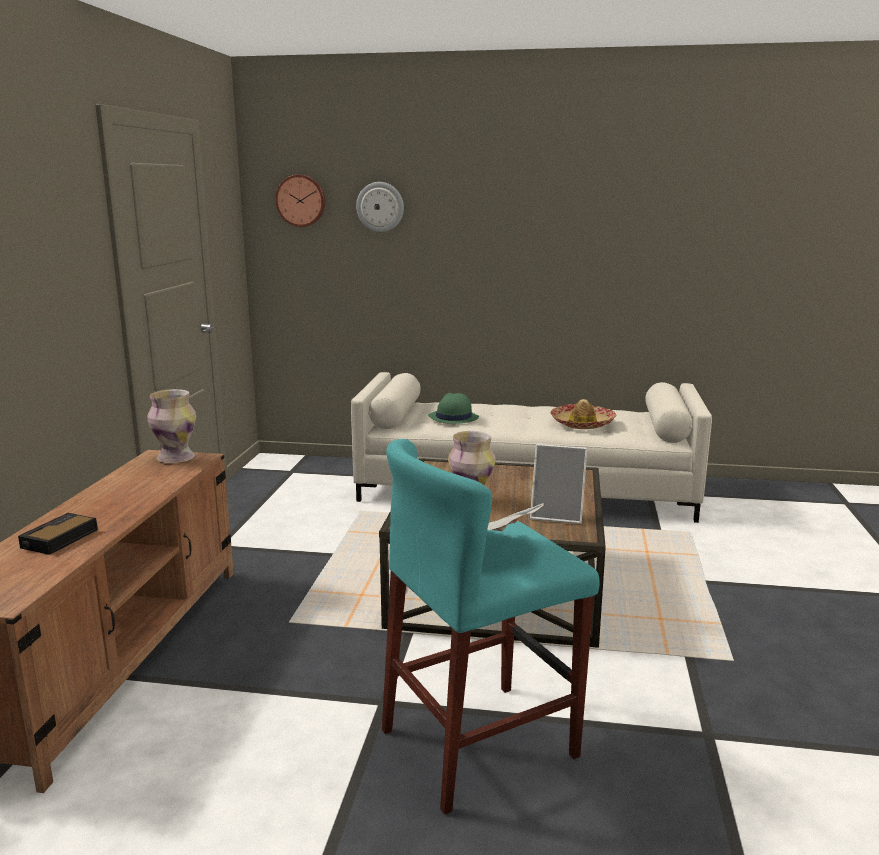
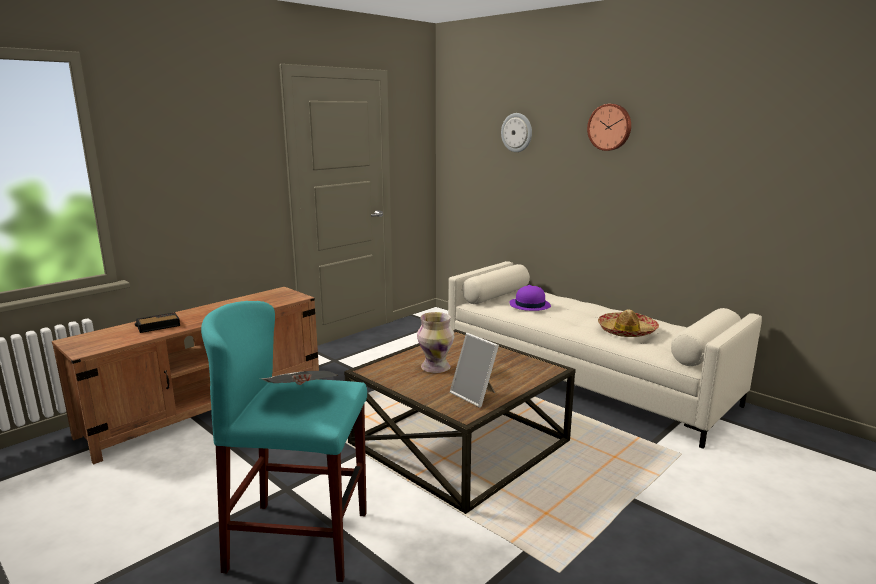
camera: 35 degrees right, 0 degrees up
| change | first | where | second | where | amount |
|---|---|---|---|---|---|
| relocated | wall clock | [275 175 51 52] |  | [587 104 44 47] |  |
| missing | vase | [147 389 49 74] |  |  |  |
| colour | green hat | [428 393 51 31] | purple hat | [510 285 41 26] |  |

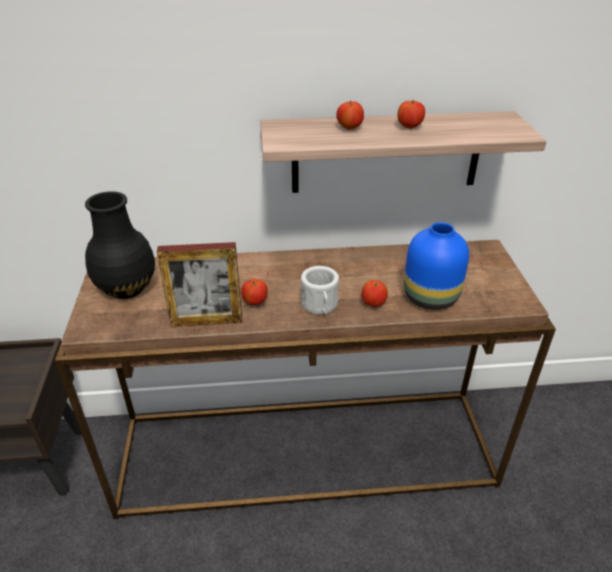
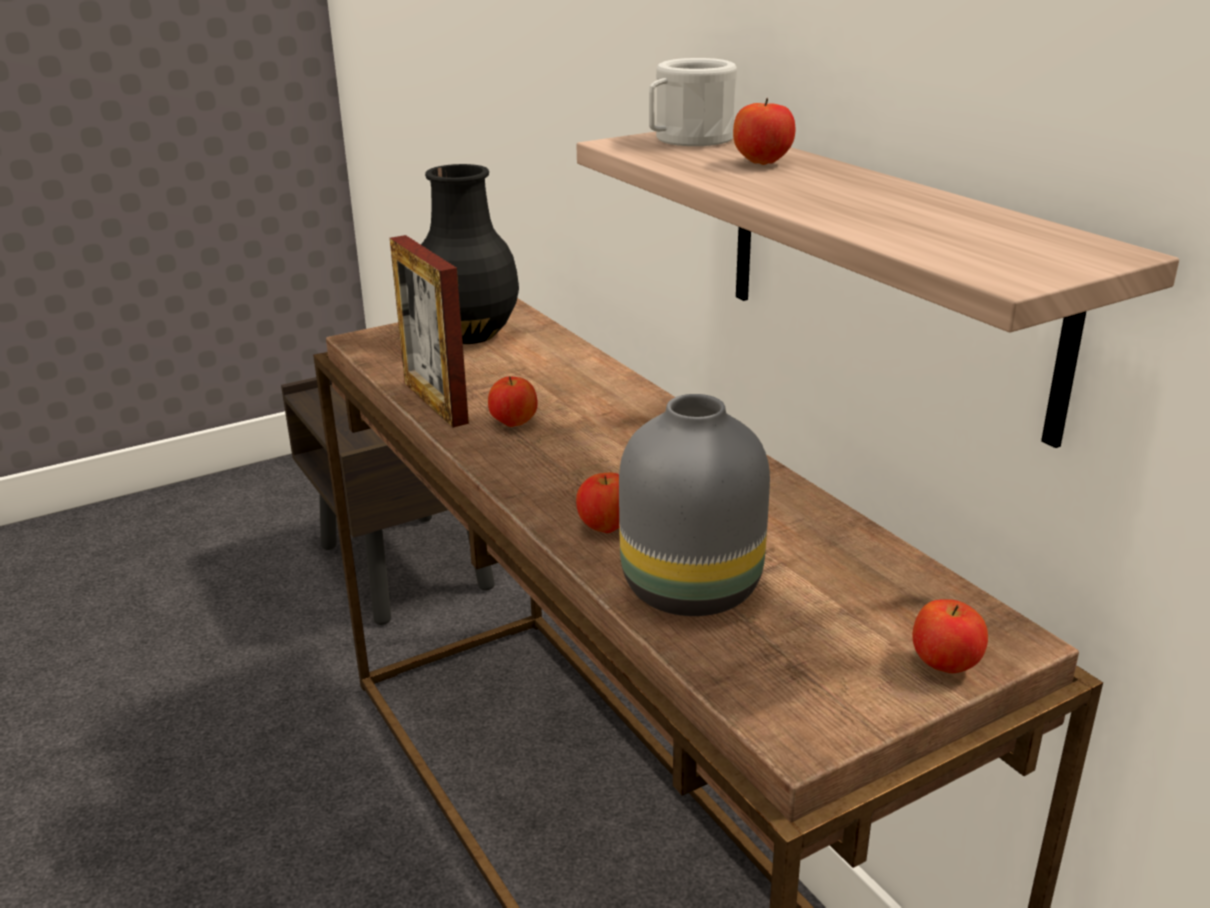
camera: 65 degrees right, 10 degrees down
| change | first | where | second | where | amount |
|---|---|---|---|---|---|
| relocated | apple | [397 99 28 30] |  | [913 599 75 74] |  |
| colour | blue vase | [404 222 65 88] | grey vase | [619 394 151 222] |  |
| relocated | white mug | [301 266 38 48] |  | [649 58 88 88] |  |

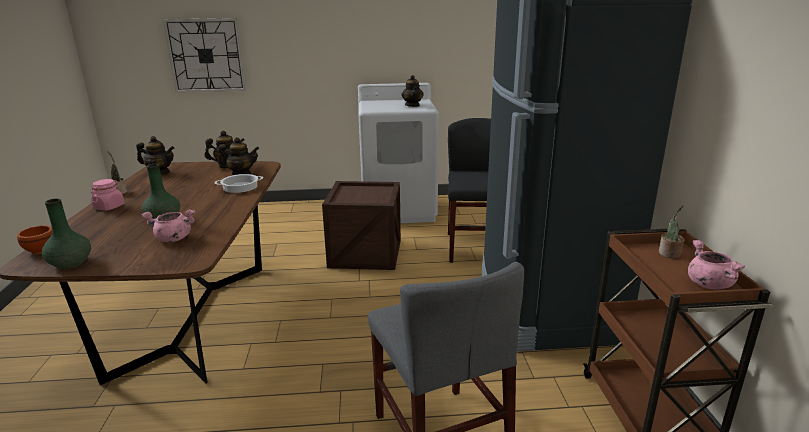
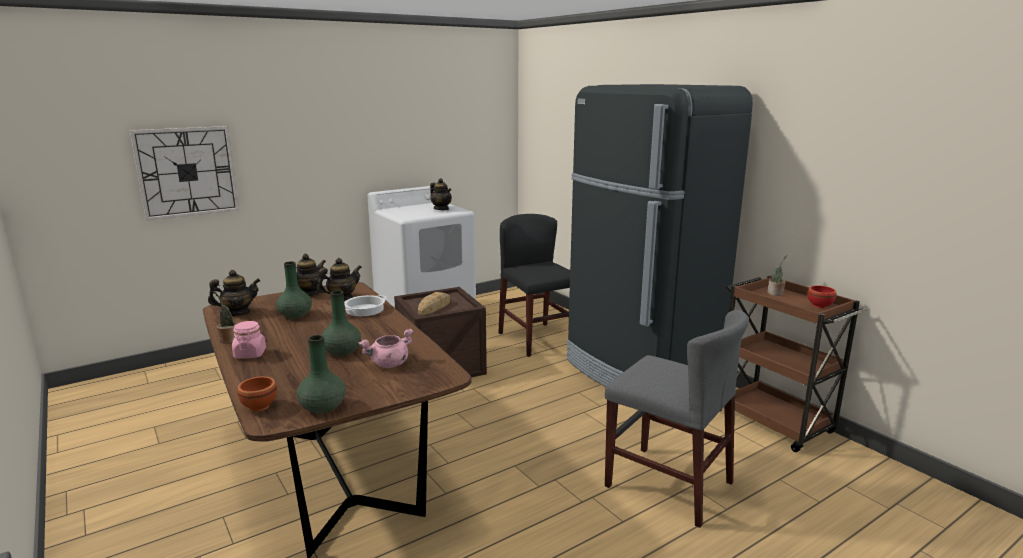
camera: 30 degrees left, 5 degrees down
| change | first | where | second | where | amount |
|---|---|---|---|---|---|
| exchanged | pink cooking pot | [688 240 57 49] | red bowl | [807 285 29 24] |  |
| appeared |  |  | green vase | [276 261 36 58] |  |
| appeared |  |  | bread | [418 292 32 23] |  |

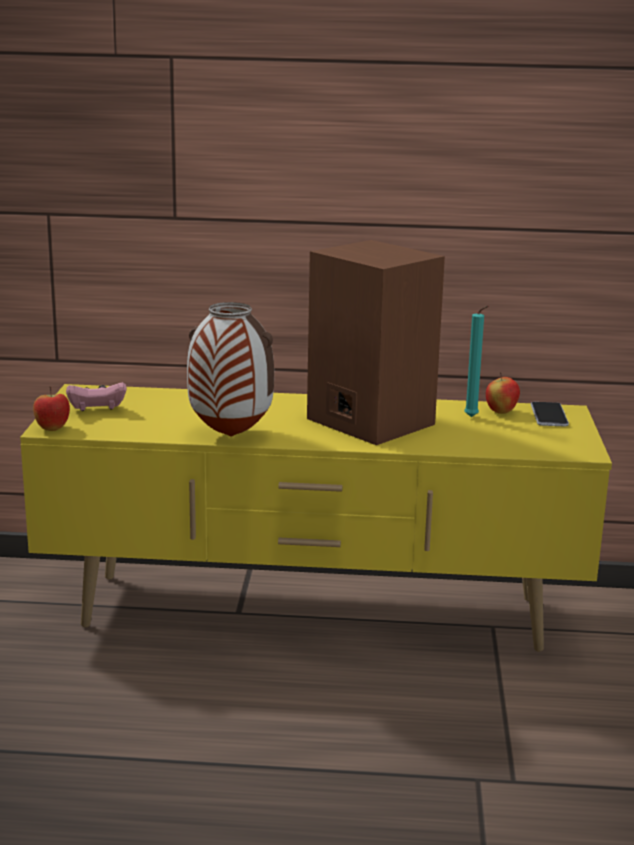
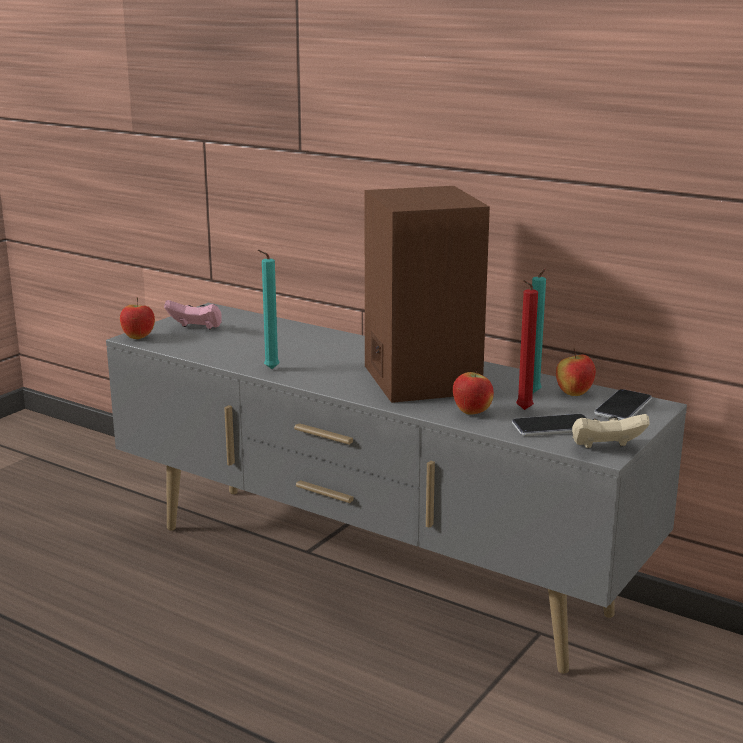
camera: 30 degrees right, 0 degrees up
| change | first | where | second | where | amount |
|---|---|---|---|---|---|
| exchanged | vase | [187 302 87 134] | turquoise candle | [258 250 21 119] |  |
| colour | yellow tv stand | [20 384 592 268] | grey tv stand | [106 303 581 371] |  |
| appeared |  |  | red candle | [516 280 22 130] |  |
| appeared |  |  | apple | [453 366 41 49] |  |
| appeared |  |  | phone | [512 414 74 22] |  |
| appeared |  |  | beige game controller | [572 414 78 35] |  |

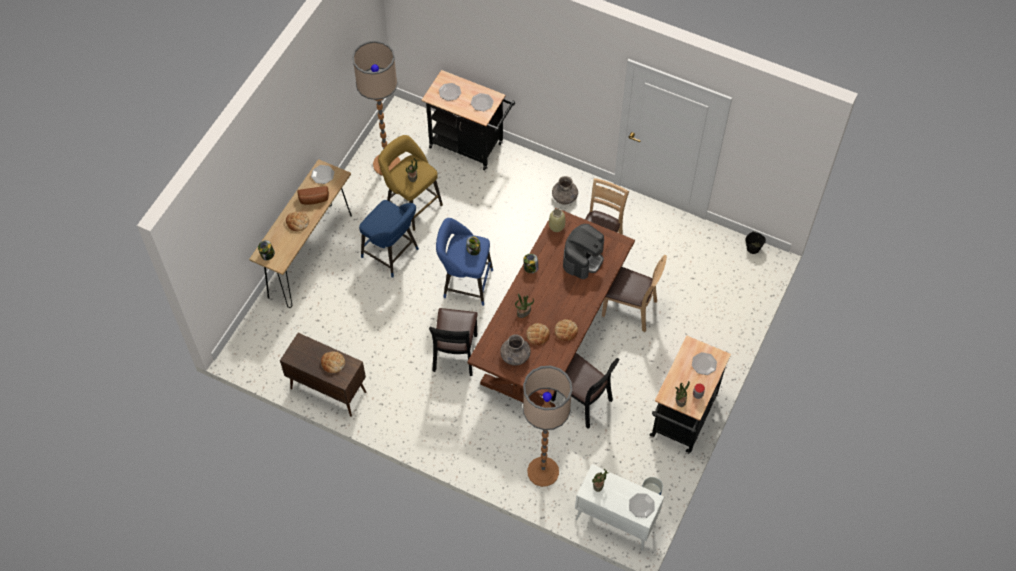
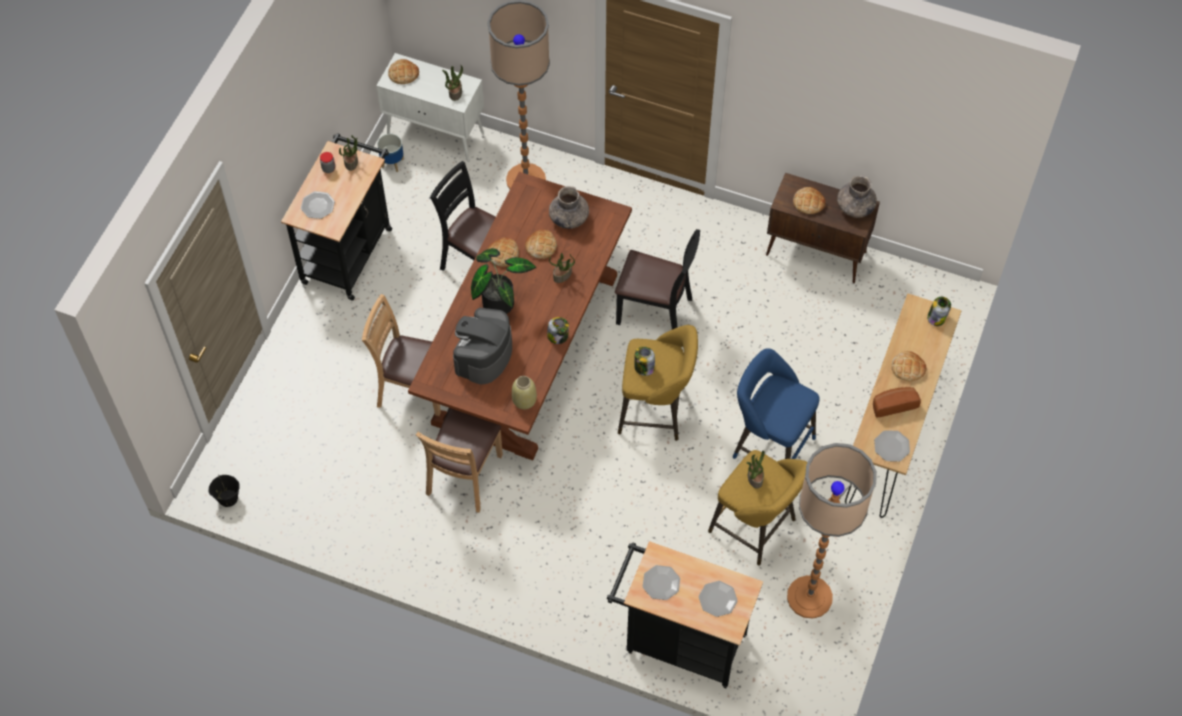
camera: 175 degrees right, 0 degrees up
| change | first | where | second | where | amount |
|---|---|---|---|---|---|
| relocated | grey vase | [552 176 26 28] |  | [837 175 40 43] |  |
| colour | blue stool | [436 218 57 88] | yellow stool | [618 325 80 116] |  |
| spun | black chair | [429 308 49 68] |  | [615 229 85 100] | 105 degrees clockwise |
| exchanged | plate | [629 493 26 25] | bread | [388 59 31 25] |  |
| appeared |  |  | potted plant | [471 248 65 66] |  |

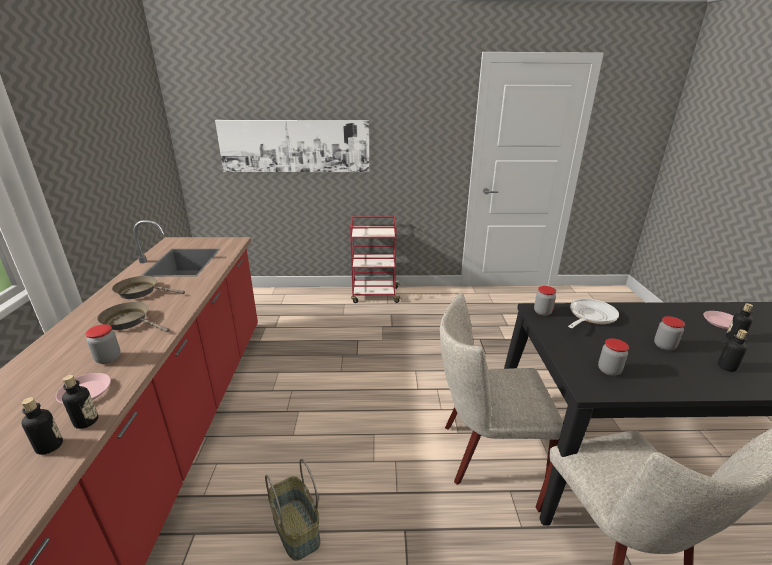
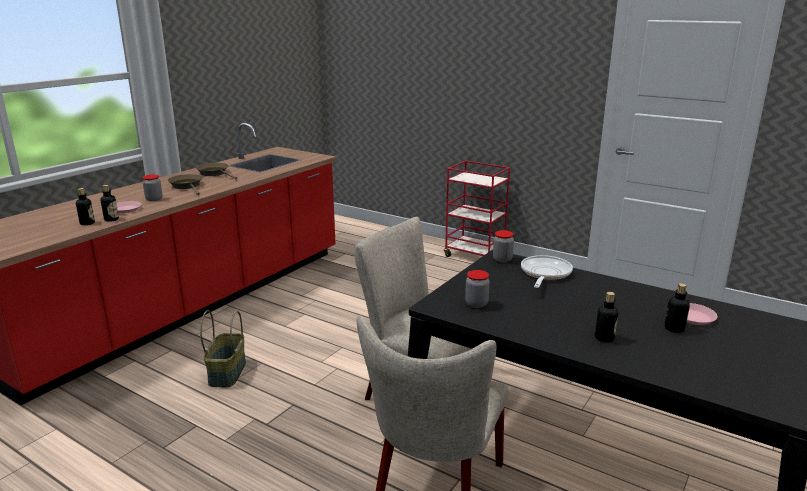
camera: 35 degrees right, 5 degrees down
| change | first | where | second | where | amount |
|---|---|---|---|---|---|
| missing | picture | [215 120 155 52] |  |  |  |
| spun | frying pan | [568 299 51 29] |  | [521 255 52 33] | 60 degrees counterclockwise |
| missing | jar | [654 316 31 35] |  |  |  |

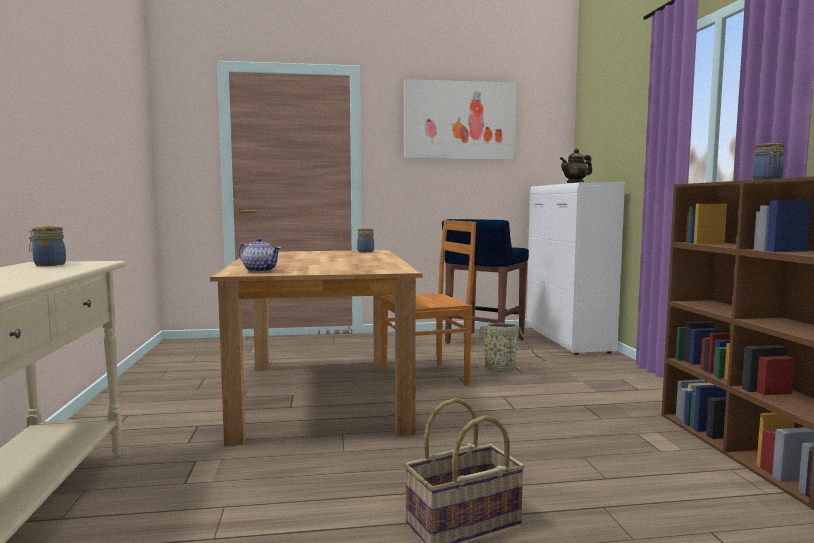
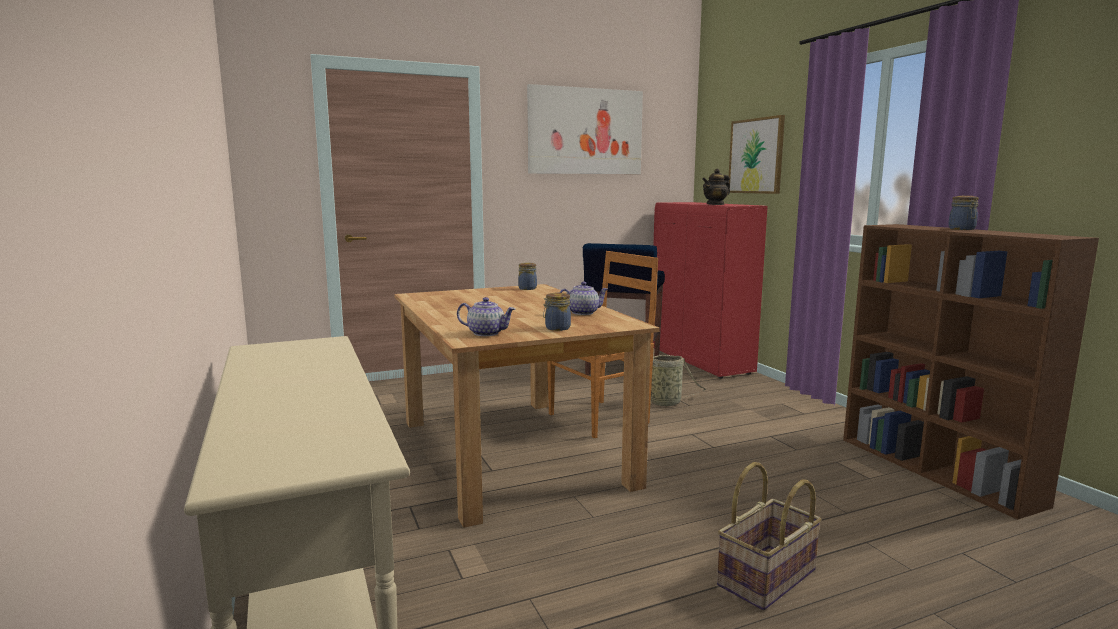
camera: 15 degrees left, 5 degrees up
| change | first | where | second | where | amount |
|---|---|---|---|---|---|
| colour | white cabinet | [527 182 98 173] | red cabinet | [653 202 115 176] |  |
| relocated | jar | [29 226 37 40] |  | [543 292 28 39] |  |
| appeared |  |  | picture | [729 115 56 79] |  |
| appeared |  |  | teapot | [559 282 49 33] |  |

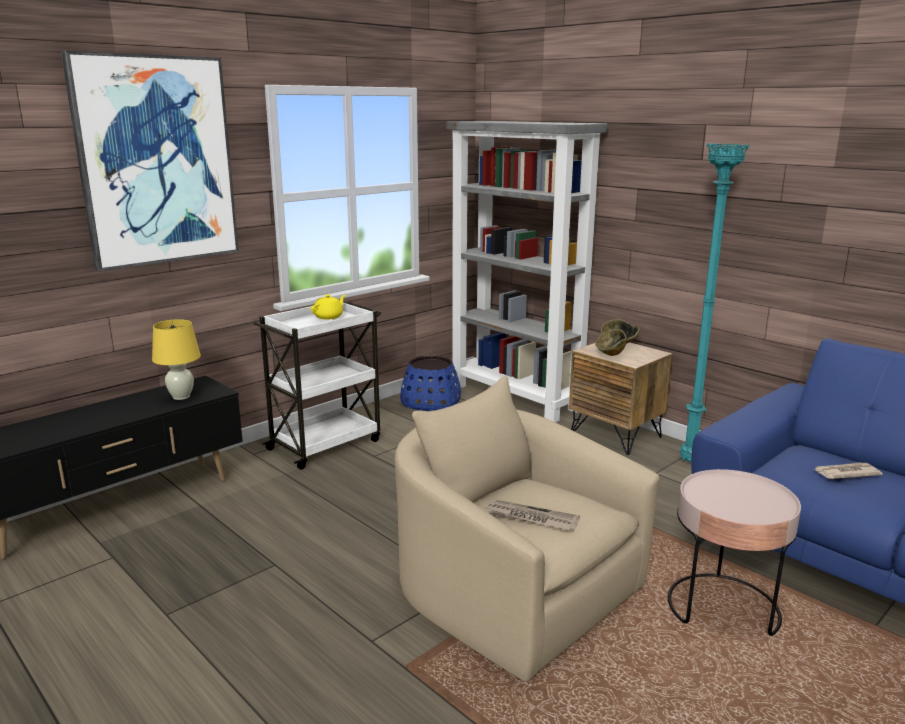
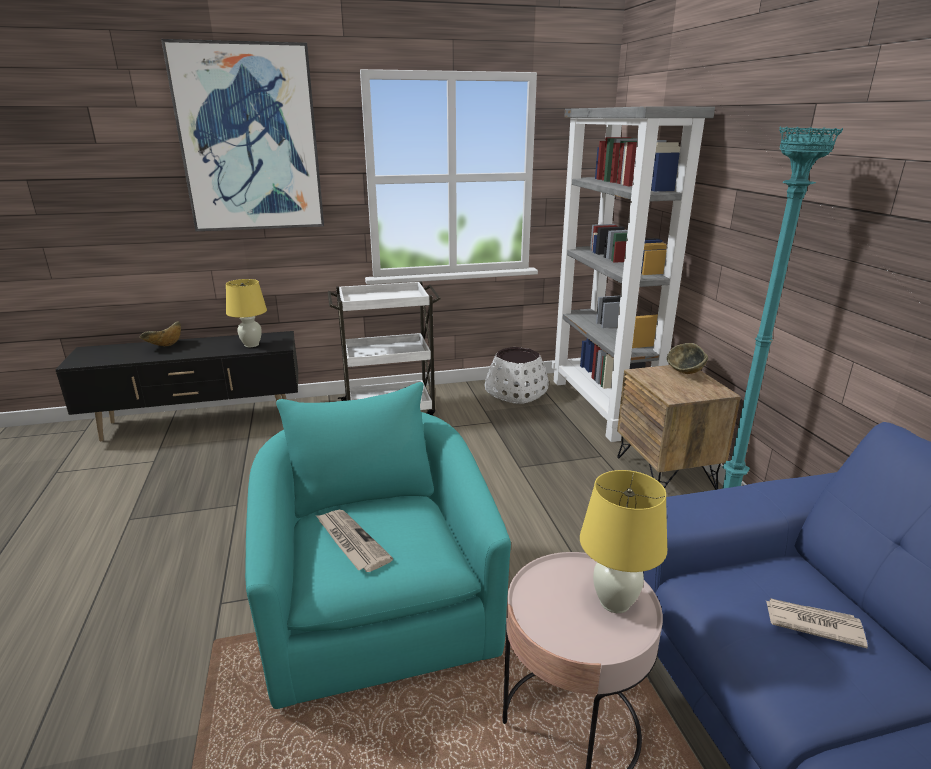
camera: 30 degrees right, 5 degrees up
| change | first | where | second | where | amount |
|---|---|---|---|---|---|
| missing | yellow teapot | [311 294 34 25] |  |  |  |
| relocated | bowl | [595 329 32 27] |  | [140 322 41 24] |  |
| colour | blue planter | [400 356 61 55] | white planter | [485 347 64 57] |  |
| colour | beige armchair | [395 376 264 306] | turquoise armchair | [245 382 266 327] |  |
| appeared |  |  | yellow table lamp | [580 470 87 143] |  |

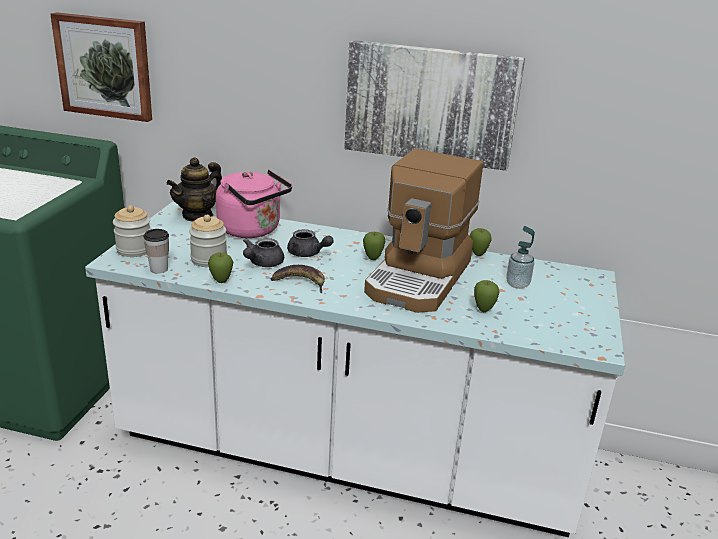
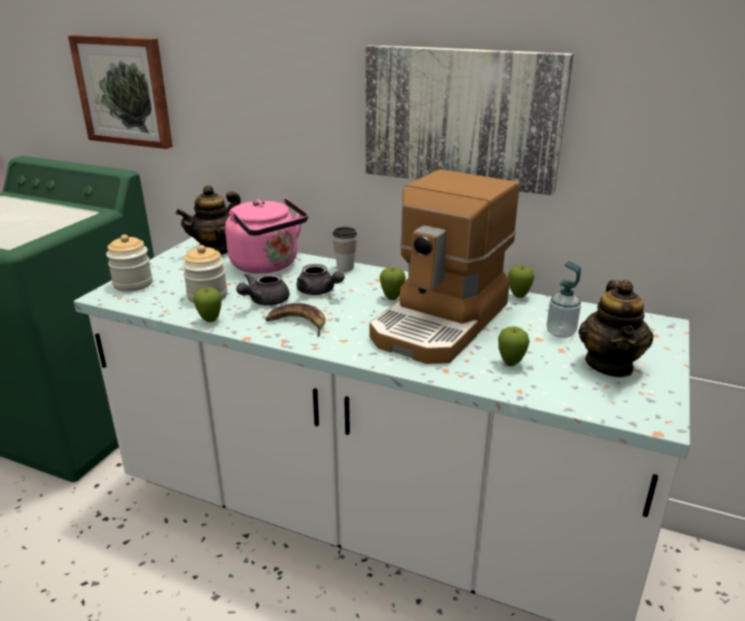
camera: 10 degrees right, 0 degrees up
| change | first | where | second | where | amount |
|---|---|---|---|---|---|
| relocated | cup | [144 229 25 45] |  | [333 227 24 44] |  |
| appeared |  |  | teapot | [578 280 76 97] |  |

